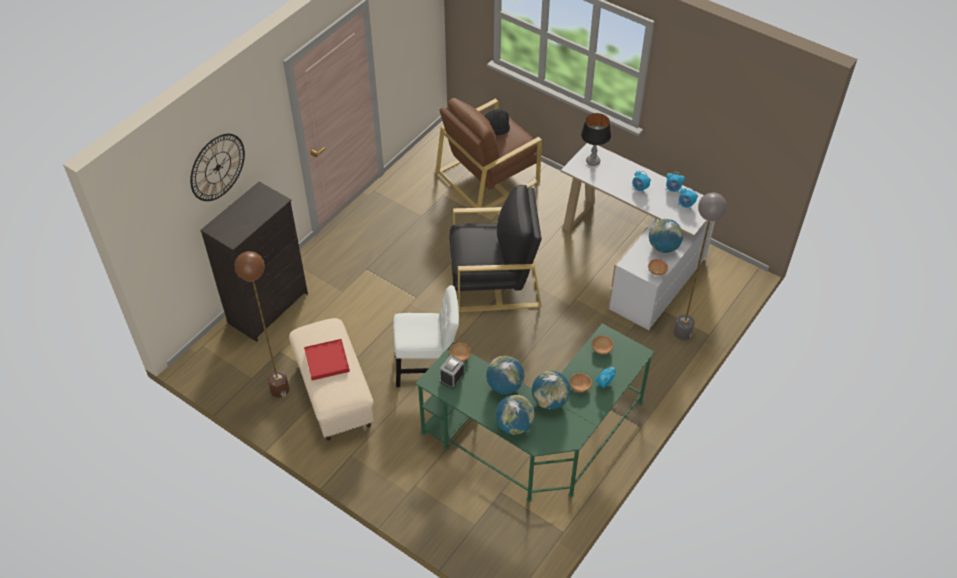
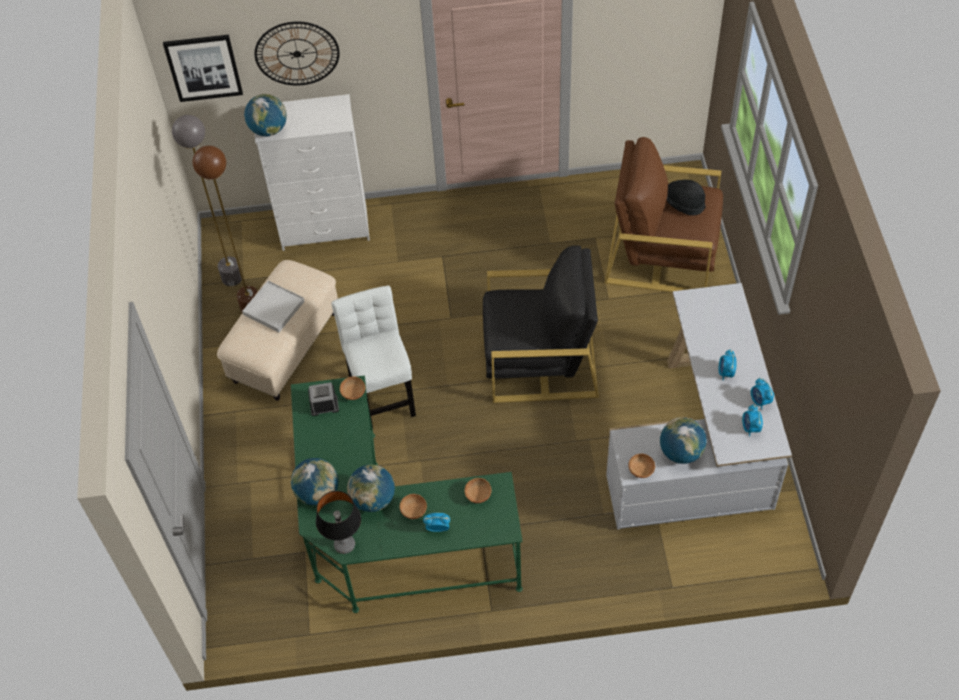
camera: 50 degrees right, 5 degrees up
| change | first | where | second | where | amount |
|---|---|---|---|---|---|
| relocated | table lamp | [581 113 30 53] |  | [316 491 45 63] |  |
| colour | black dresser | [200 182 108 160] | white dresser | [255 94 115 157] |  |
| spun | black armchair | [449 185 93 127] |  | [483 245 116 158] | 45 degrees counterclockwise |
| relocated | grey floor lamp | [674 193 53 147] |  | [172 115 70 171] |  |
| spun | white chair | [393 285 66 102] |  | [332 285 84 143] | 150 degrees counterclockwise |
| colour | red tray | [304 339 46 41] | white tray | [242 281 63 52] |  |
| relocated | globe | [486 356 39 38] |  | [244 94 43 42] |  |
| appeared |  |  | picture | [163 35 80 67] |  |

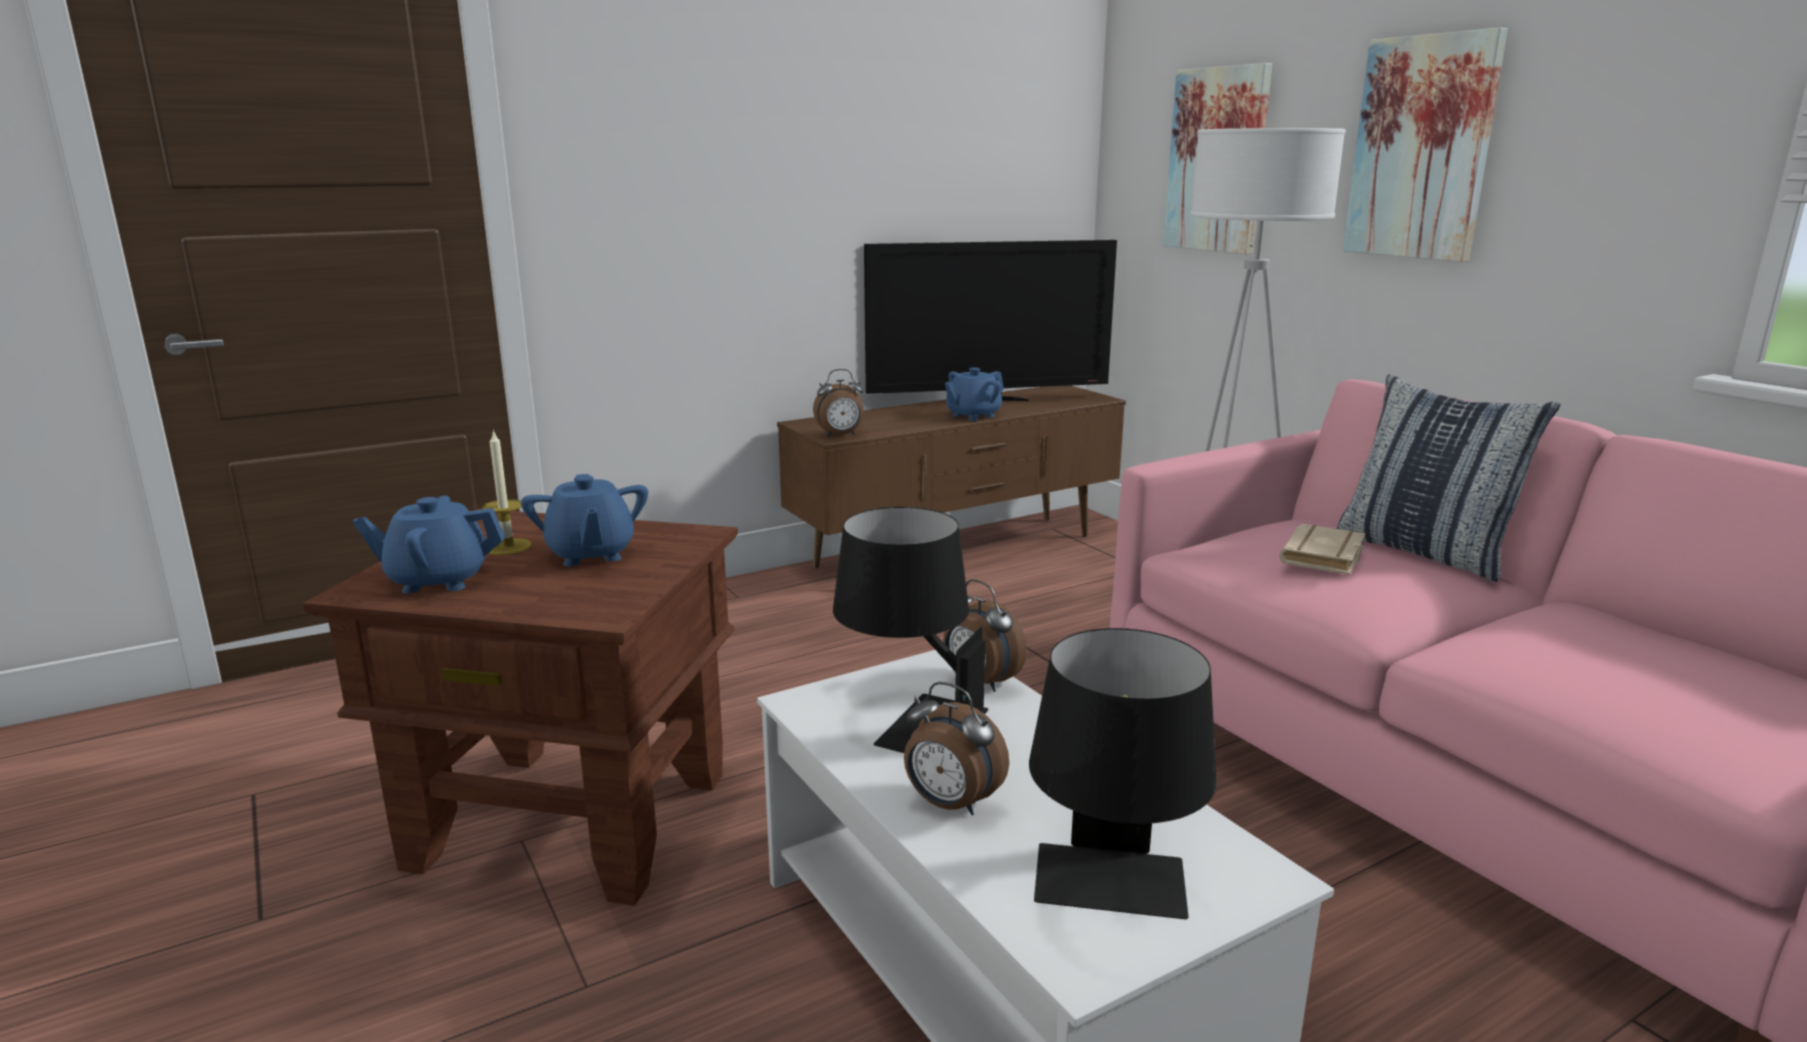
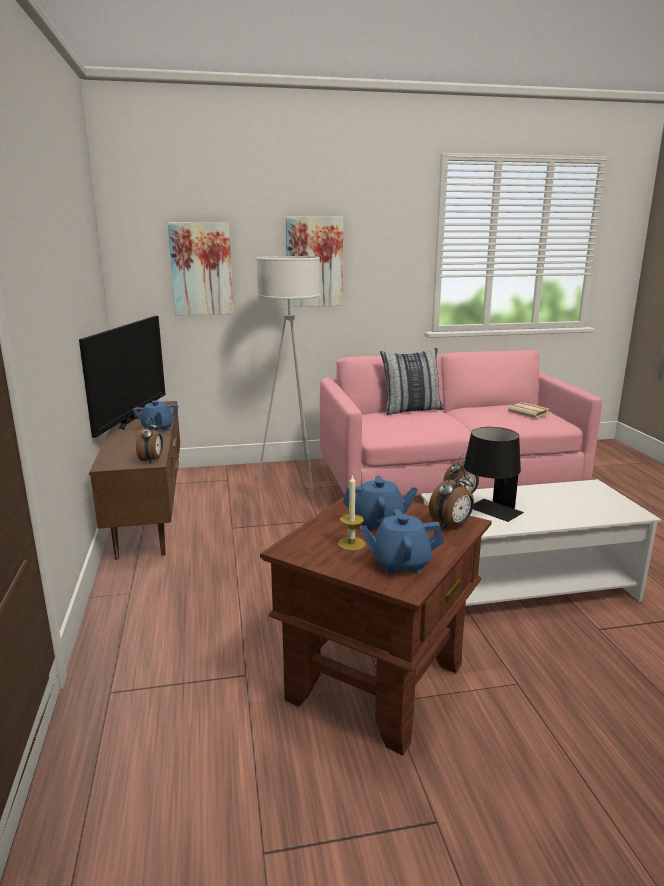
camera: 70 degrees left, 0 degrees up
| change | first | where | second | where | amount |
|---|---|---|---|---|---|
| spun | blue teapot | [353 496 152 98] |  | [360 509 84 65] | 75 degrees clockwise |
| relocated | beige book | [1279 523 87 52] |  | [508 402 41 16] |  |
| missing | black table lamp | [1029 628 188 291] |  |  |  |
| relocated | alarm clock | [904 682 105 133] |  | [429 469 45 60] |  |

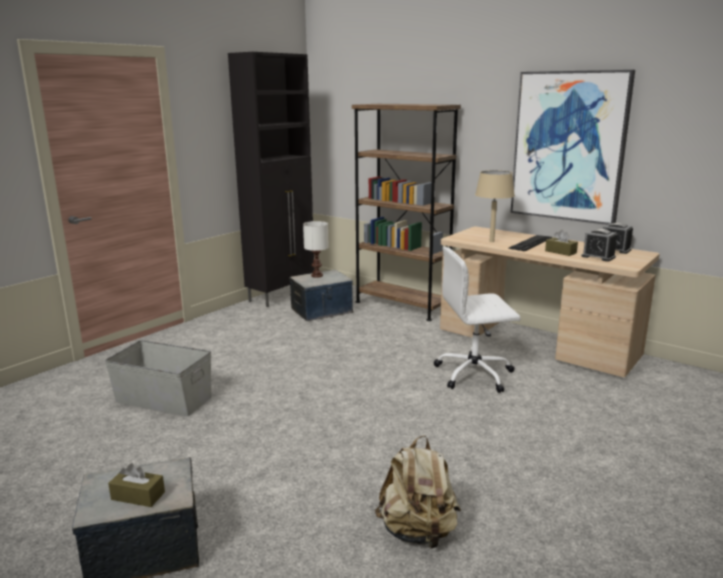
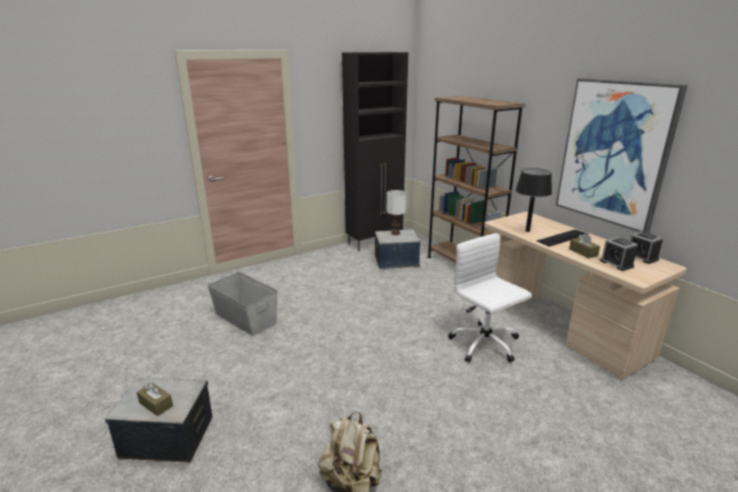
camera: 20 degrees right, 5 degrees up
| change | first | where | second | where | amount |
|---|---|---|---|---|---|
| colour | beige table lamp | [475 170 40 72] | black table lamp | [516 168 36 64] |  |
| spun | white office chair | [434 247 86 146] |  | [448 233 84 130] | 45 degrees clockwise |

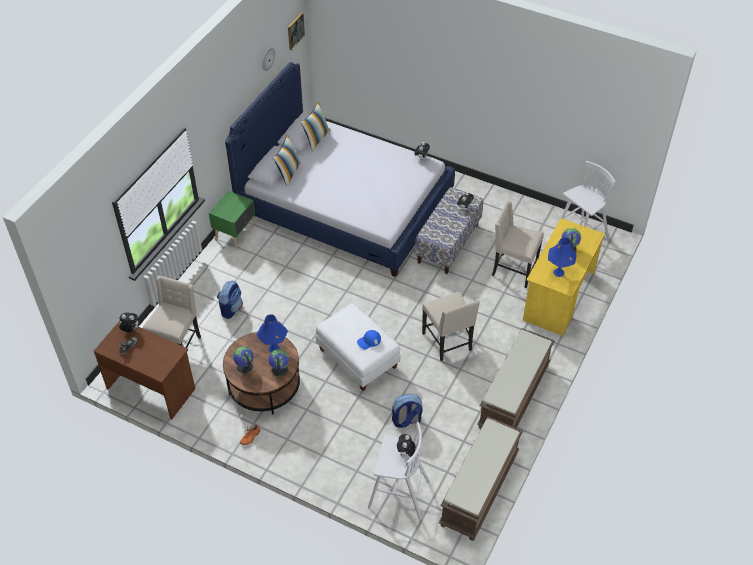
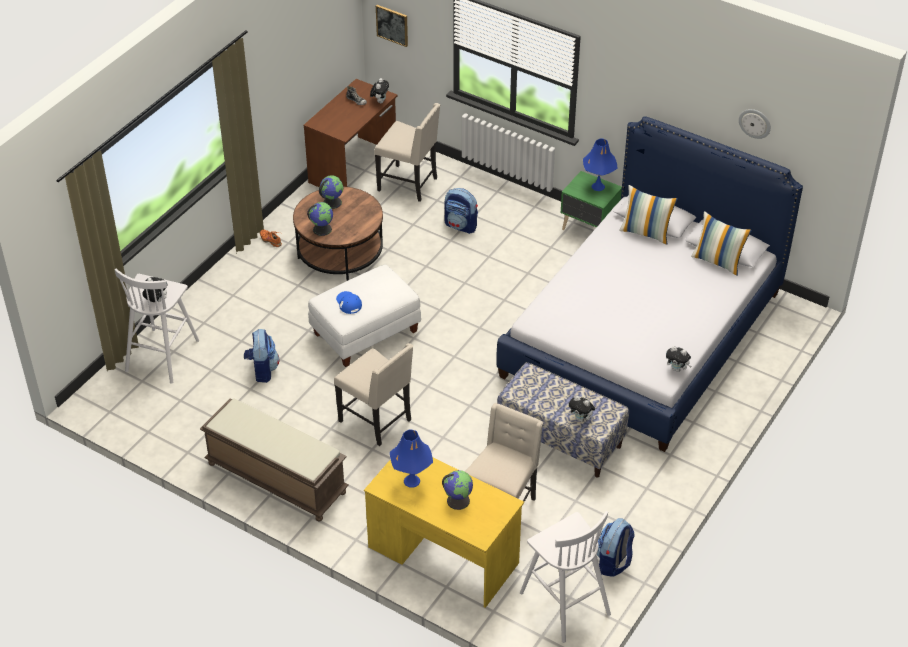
camera: 95 degrees right, 5 degrees down
| change | first | where | second | where | amount |
|---|---|---|---|---|---|
| relocated | picture | [288 13 17 37] |  | [376 5 32 42] |  |
| spun | beige chair | [422 292 58 69] |  | [334 343 79 103] | 120 degrees counterclockwise |
| relocated | blue table lamp | [257 315 31 38] |  | [583 138 35 53] |  |
| missing | brown bench | [439 416 84 125] |  |  |  |
| appeared |  |  | backpack | [597 518 38 59] |  |

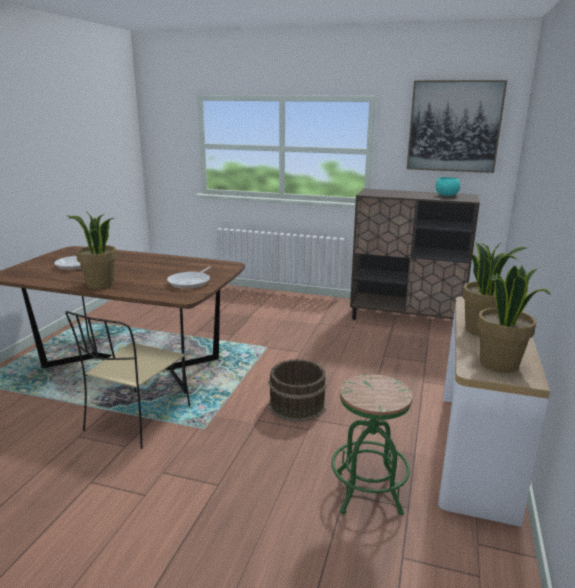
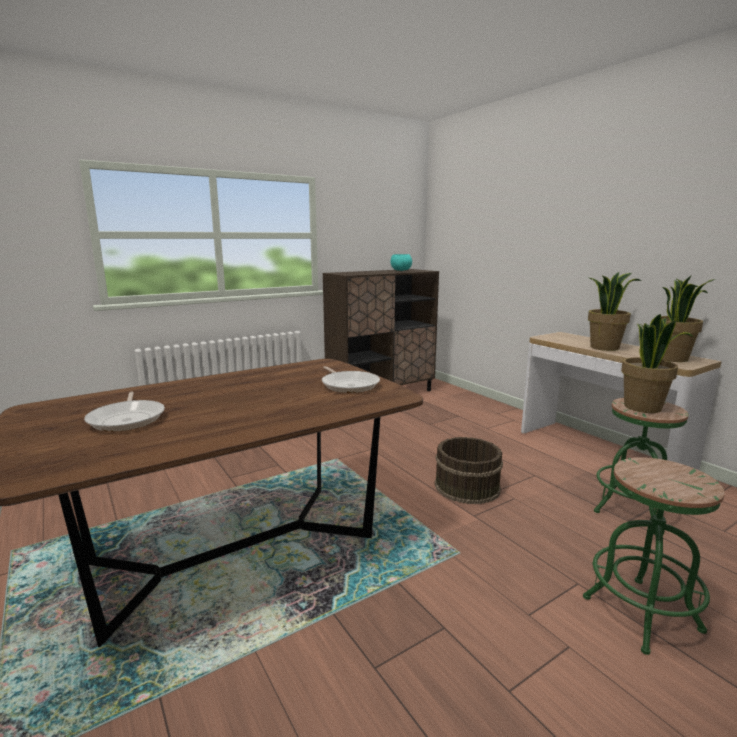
camera: 50 degrees left, 5 degrees down
| change | first | where | second | where | amount |
|---|---|---|---|---|---|
| missing | picture | [407 80 100 93] |  |  |  |
| relocated | potted plant | [66 211 51 78] |  | [621 314 72 99] |  |
| missing | beige chair | [65 311 125 138] |  |  |  |
| appeared |  |  | green stool | [583 457 142 198] |  |

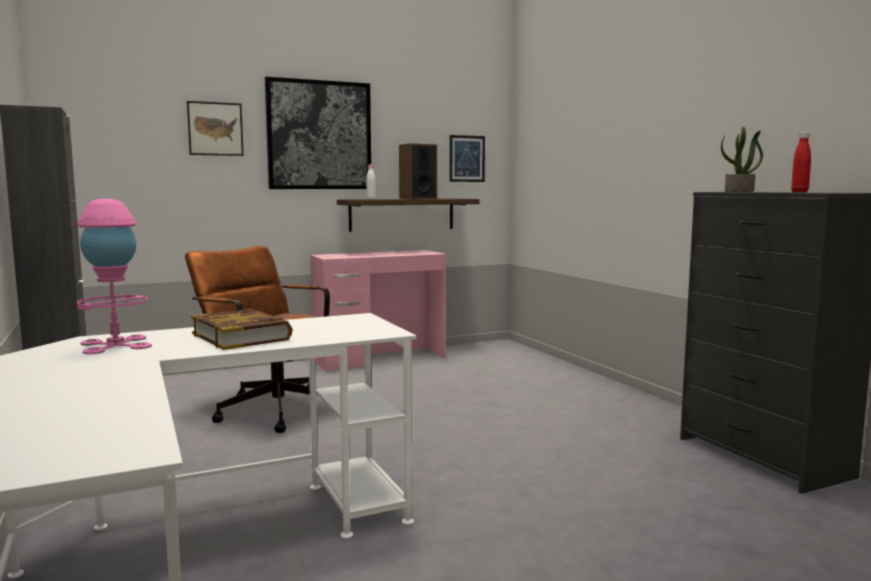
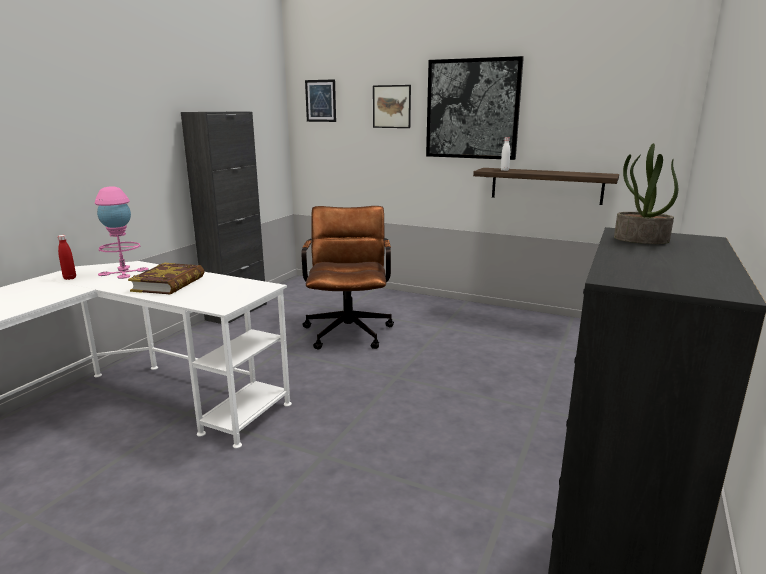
camera: 50 degrees right, 10 degrees up
| change | first | where | second | where | amount |
|---|---|---|---|---|---|
| relocated | red bottle | [791 132 20 60] |  | [58 235 18 45] |  |
| relocated | picture | [449 135 36 47] |  | [305 79 31 43] |  |
| missing | speaker | [399 143 38 56] |  |  |  |
| missing | pink desk | [310 250 136 121] |  |  |  |

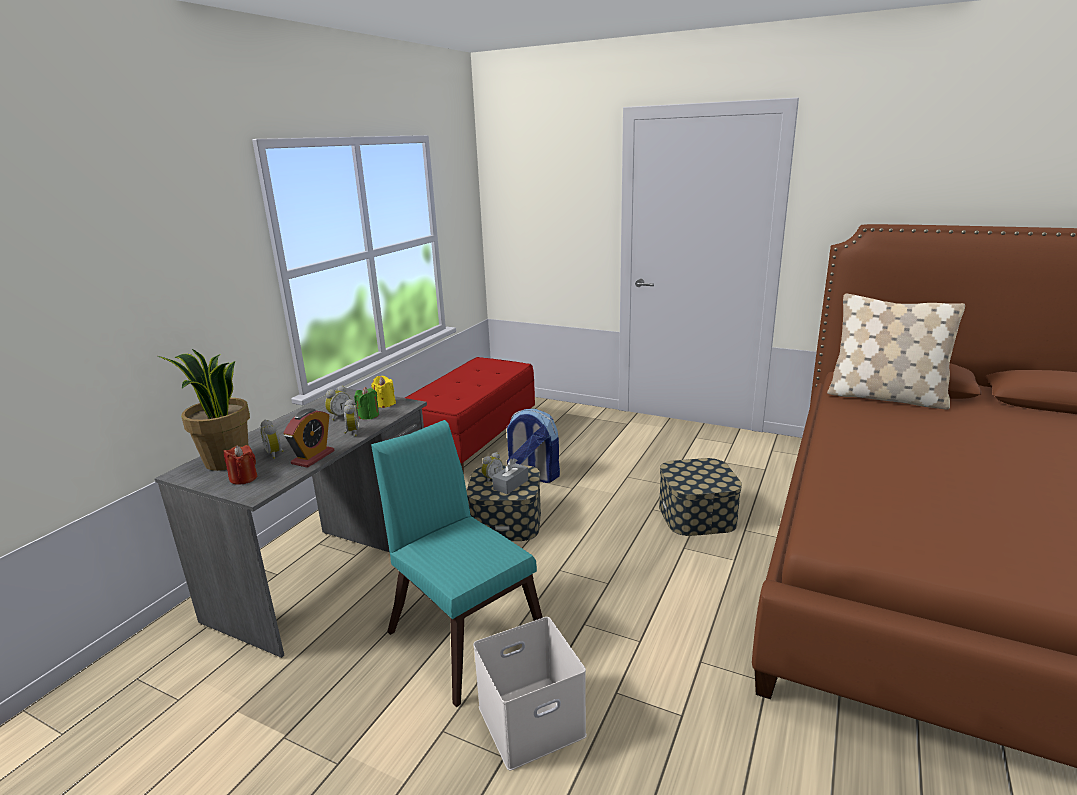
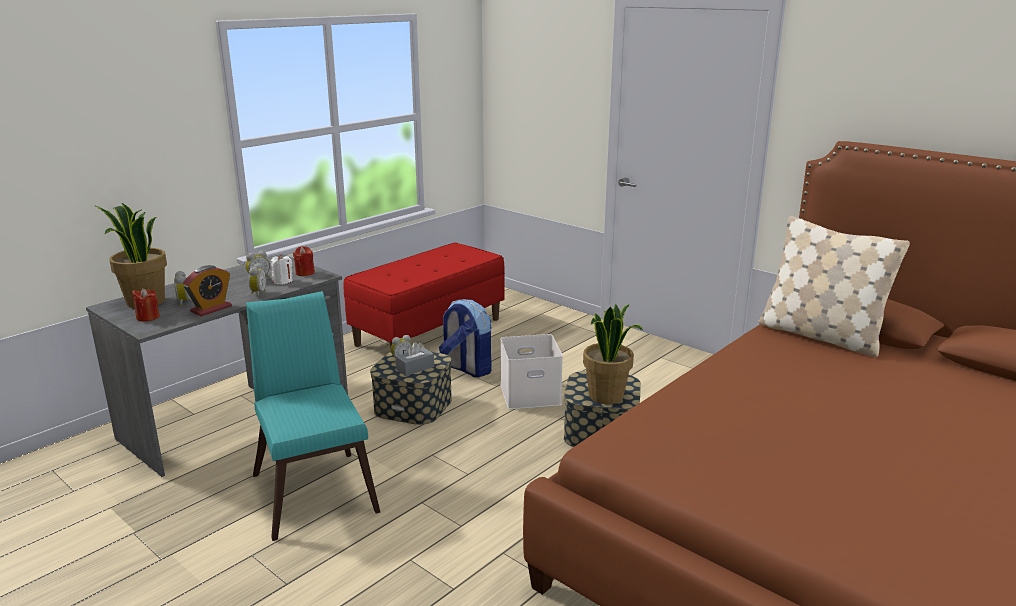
camera: 15 degrees right, 0 degrees up
| change | first | where | second | where | amount |
|---|---|---|---|---|---|
| colour | yellow candle | [371 376 25 32] | red candle | [293 246 22 30] |  |
| colour | green candle | [354 387 25 33] | white candle | [270 254 23 31] |  |
| relocated | white storage box | [473 617 114 153] |  | [501 334 62 75] |  |
| appeared |  |  | potted plant | [583 303 60 101] |  |

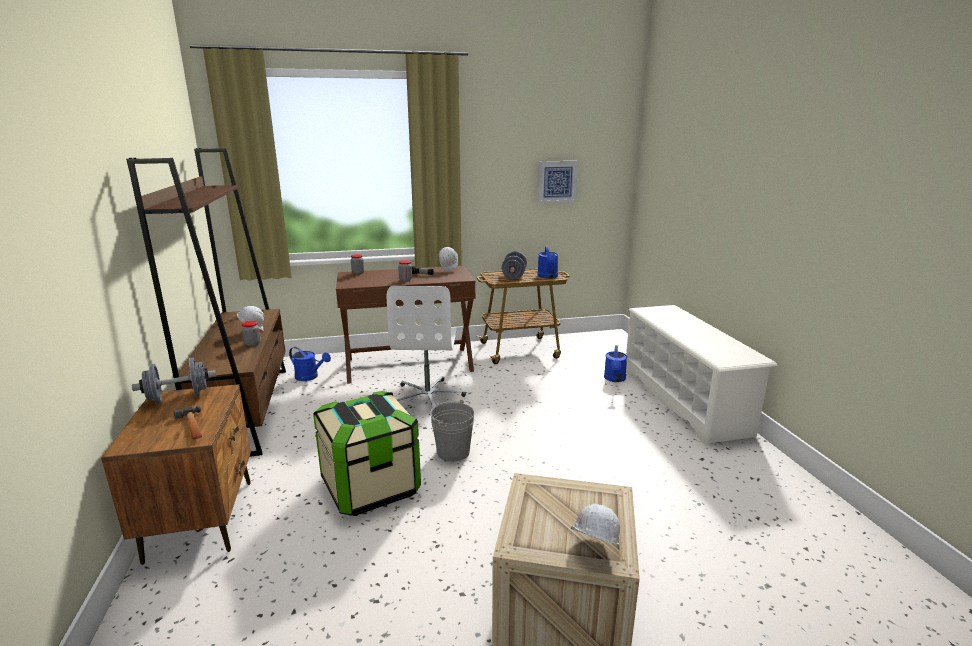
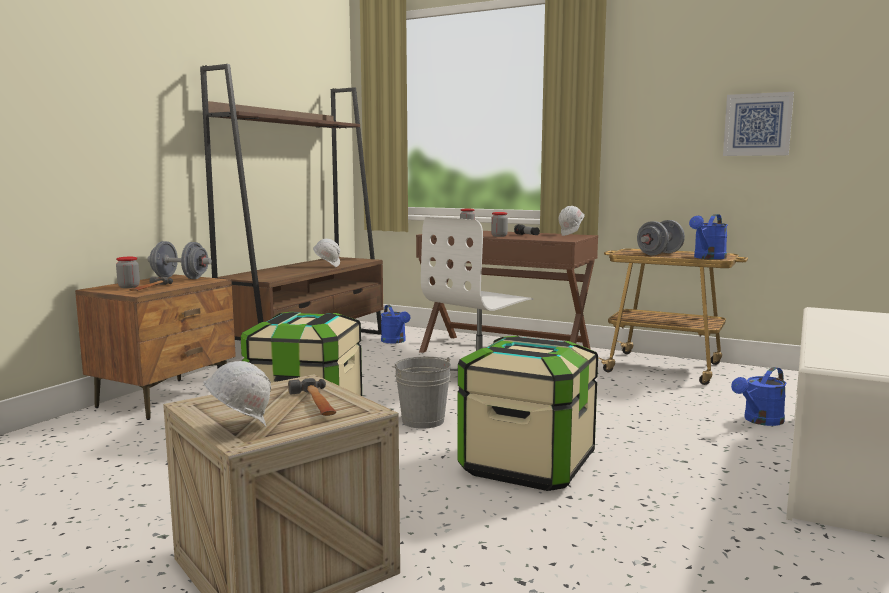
camera: 40 degrees right, 10 degrees down
| change | first | where | second | where | amount |
|---|---|---|---|---|---|
| relocated | jar | [242 321 19 25] |  | [116 257 24 31] |  |
| appeared |  |  | storage box | [457 336 141 155] |  |
| appeared |  |  | hammer | [288 378 48 38] |  |

